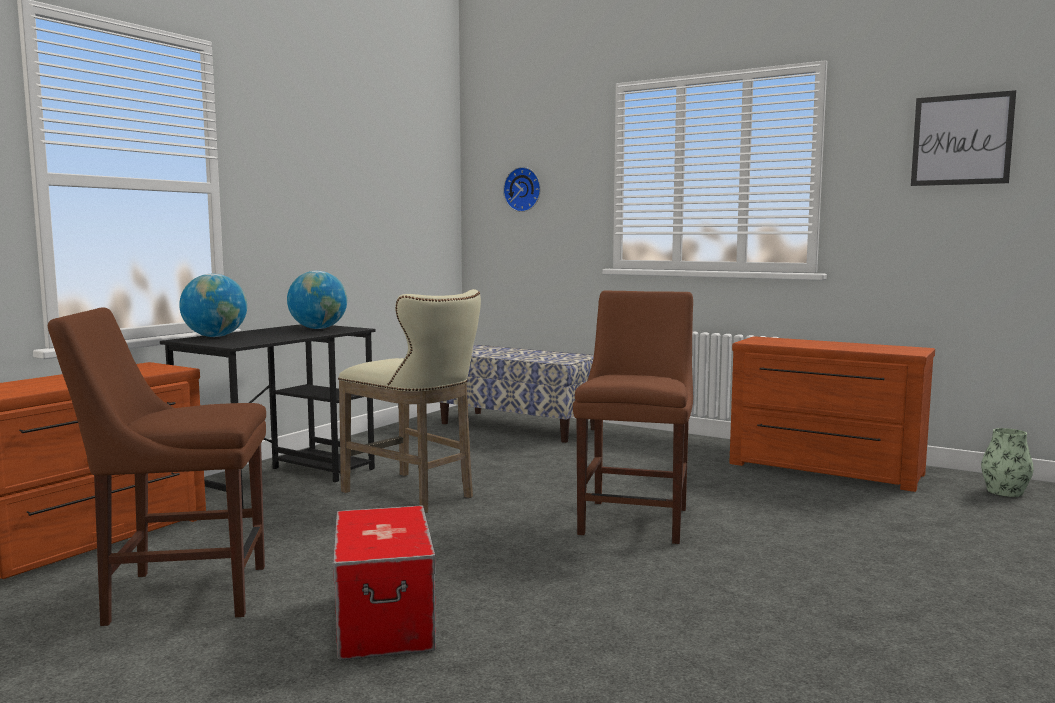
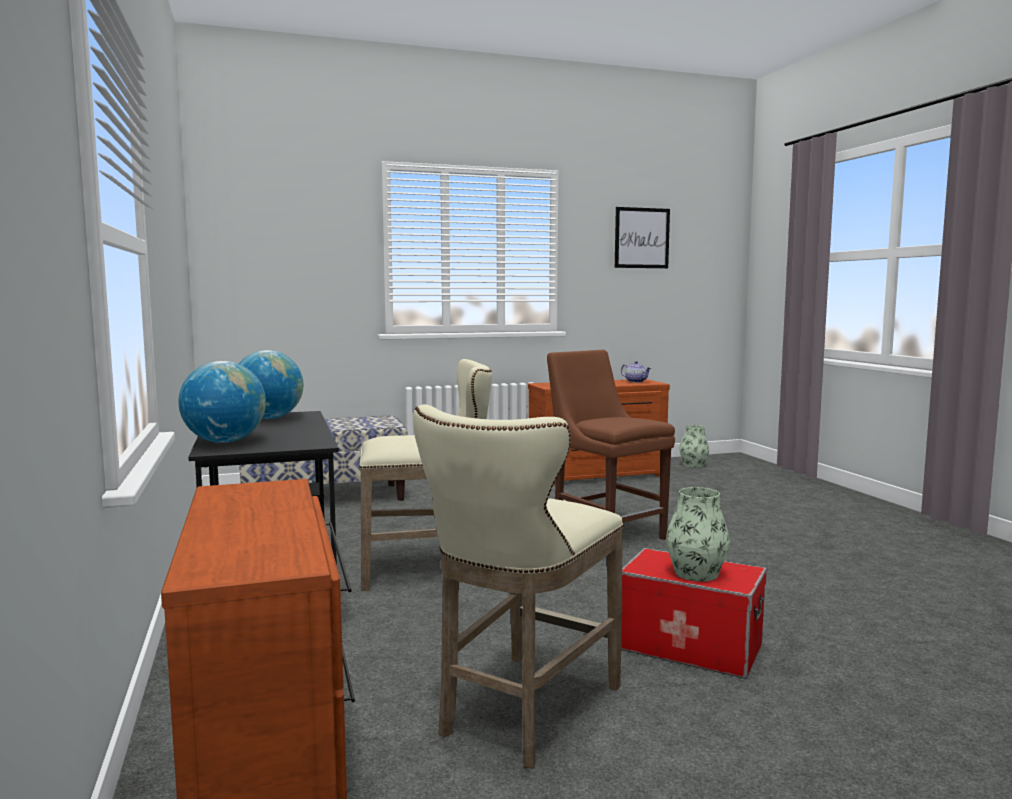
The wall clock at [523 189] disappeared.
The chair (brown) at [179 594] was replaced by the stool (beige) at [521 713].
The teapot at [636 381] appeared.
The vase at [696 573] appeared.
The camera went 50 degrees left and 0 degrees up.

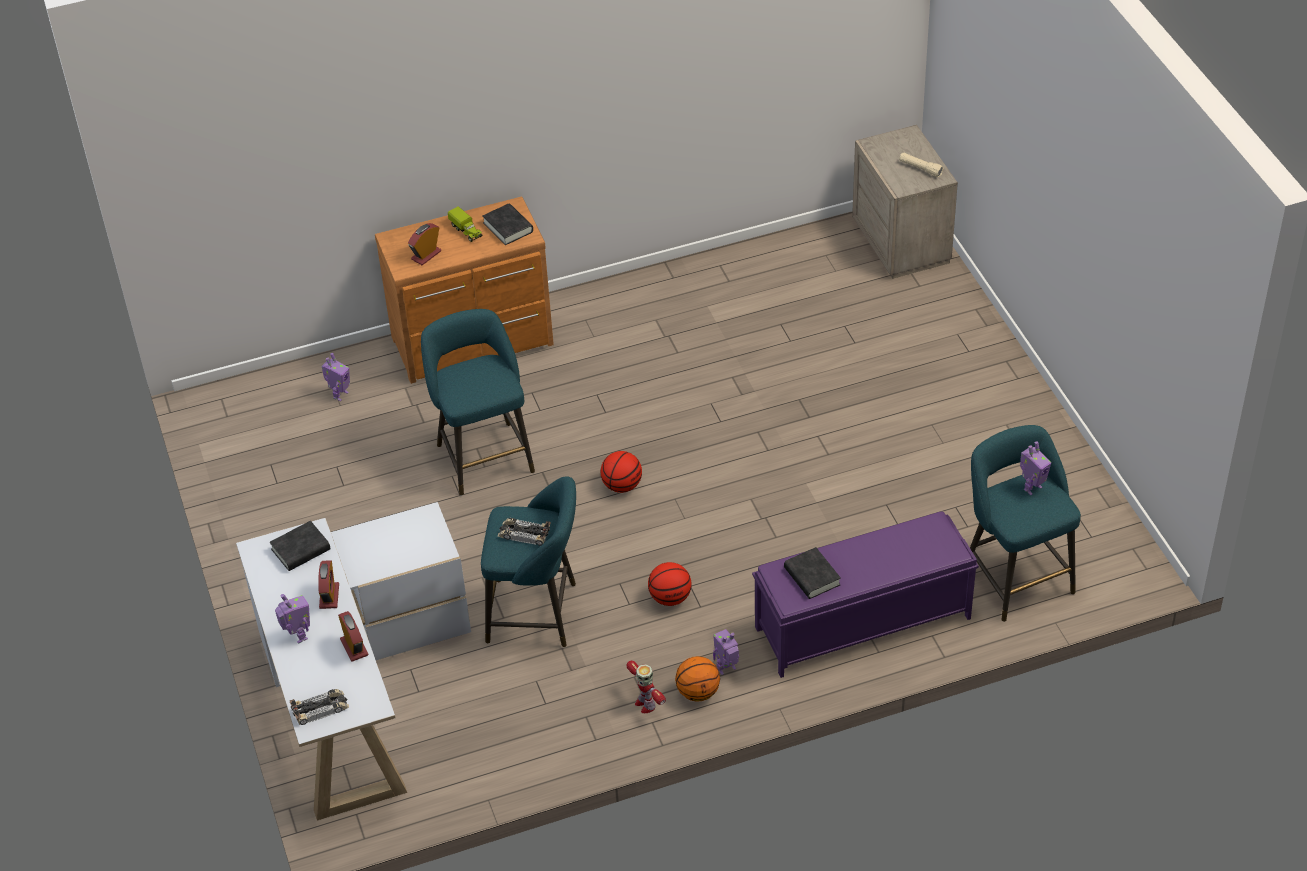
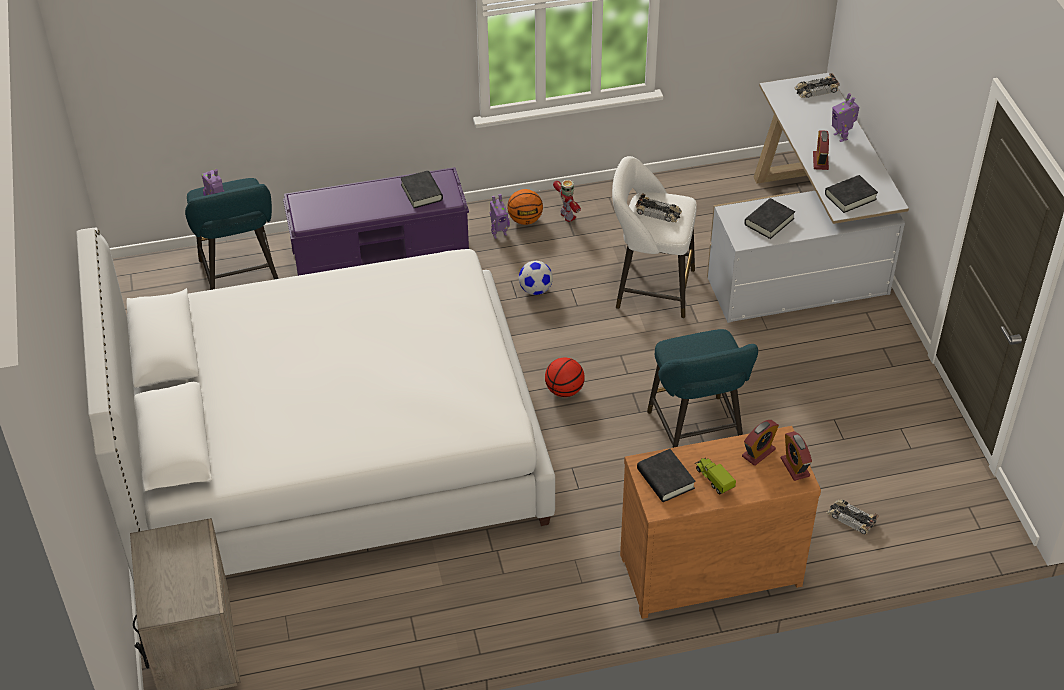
The flashlight (beige) at [920 169] disappeared.
The toy robot at [340 395] was replaced by the toy car at [851 518].
The stool (turquoise) at [537 613] became the stool (white) at [649 288].
The basketball at [670 597] was replaced by the football at [535 290].
The alarm clock moved from [354 647] to [795 467].
The book (black) at [769 221] appeared.
The bed (white) at [329 454] appeared.
The camera went 175 degrees left and 0 degrees up.

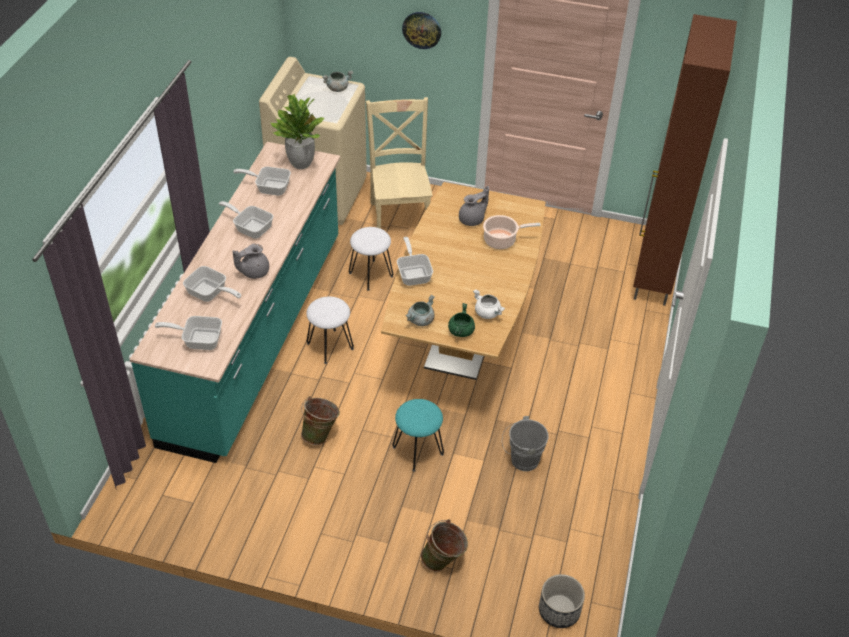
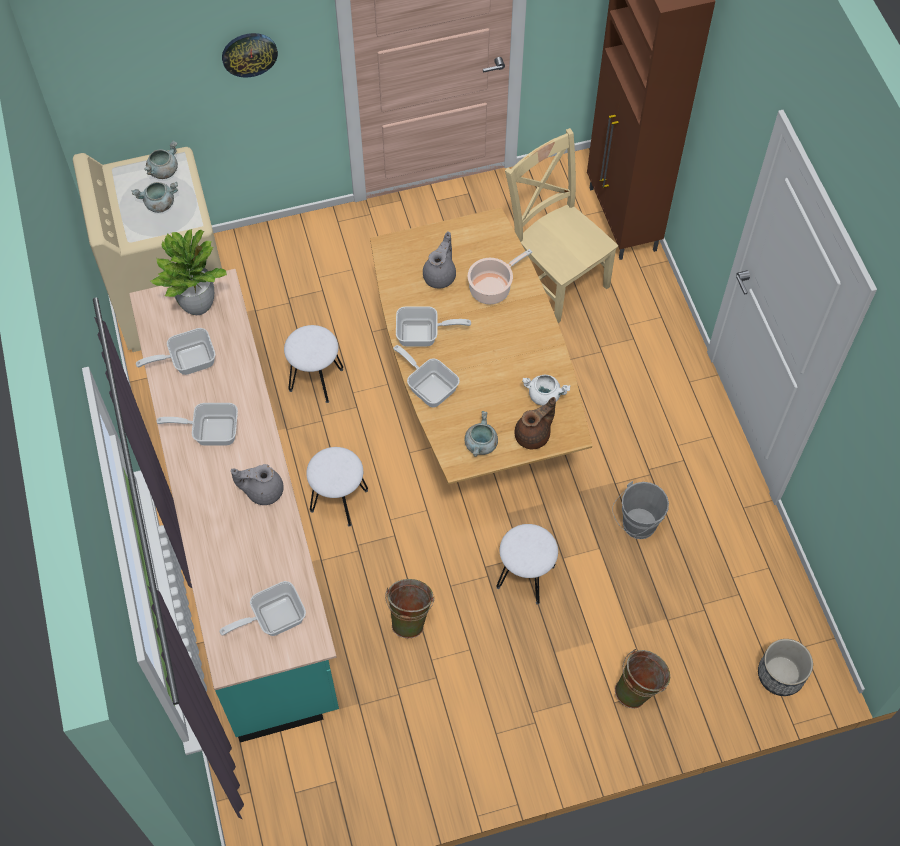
The chair (beige) moved from [400 216] to [555 277].
The teapot (grey) at [253 272] turned 60 degrees clockwise.
The frying pan moved from [210 294] to [423 335].
The cooking pot (green) at [461 332] was replaced by the teapot (brown) at [534 435].
The stool (turquoise) at [417 451] became the stool (white) at [525 577].
The cooking pot (grey) at [159 204] appeared.
The camera went 30 degrees left and 15 degrees up.

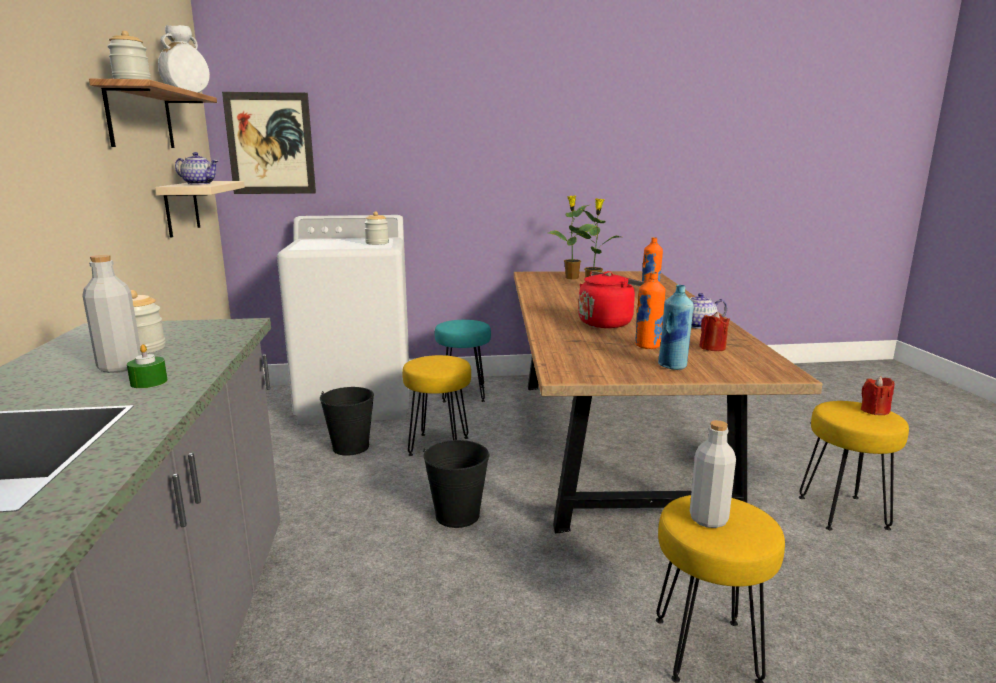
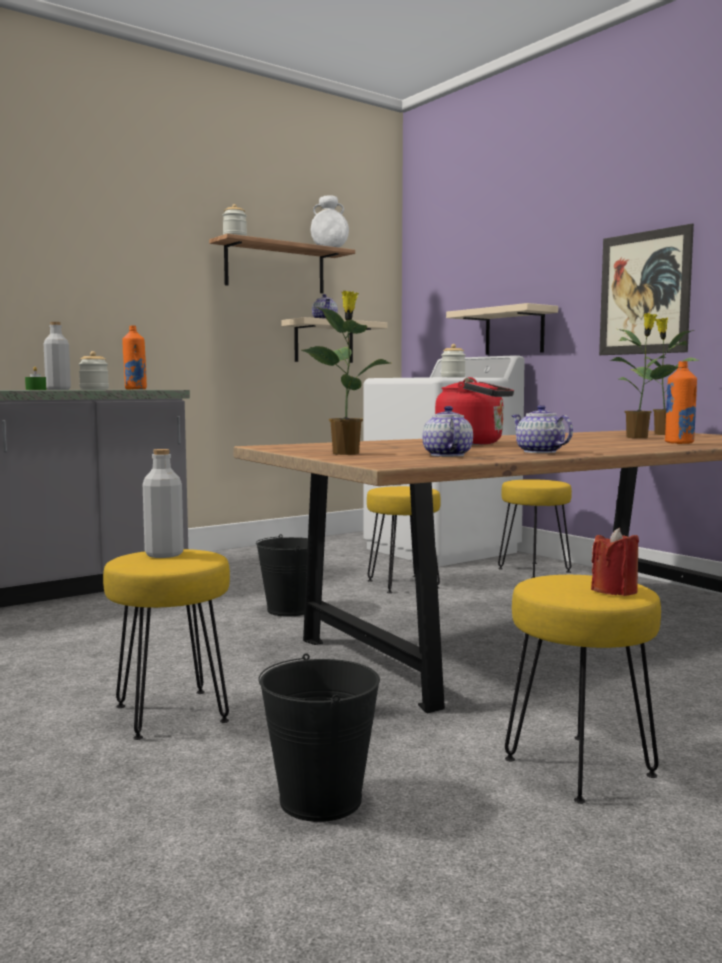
The picture moved from [270 144] to [644 293].
The bottle (orange) moved from [647 346] to [135 389].
The bottle (blue) at [673 366] was replaced by the potted plant at [346 453].
The candle (red) at [712 348] was replaced by the teapot at [446 455].
The stool (turquoise) at [463 394] became the stool (yellow) at [534 570].
The bucket (black) moved from [350 447] to [321 799].
The shelf (beige) at [514 331] appeared.
The camera went 60 degrees right and 10 degrees down.

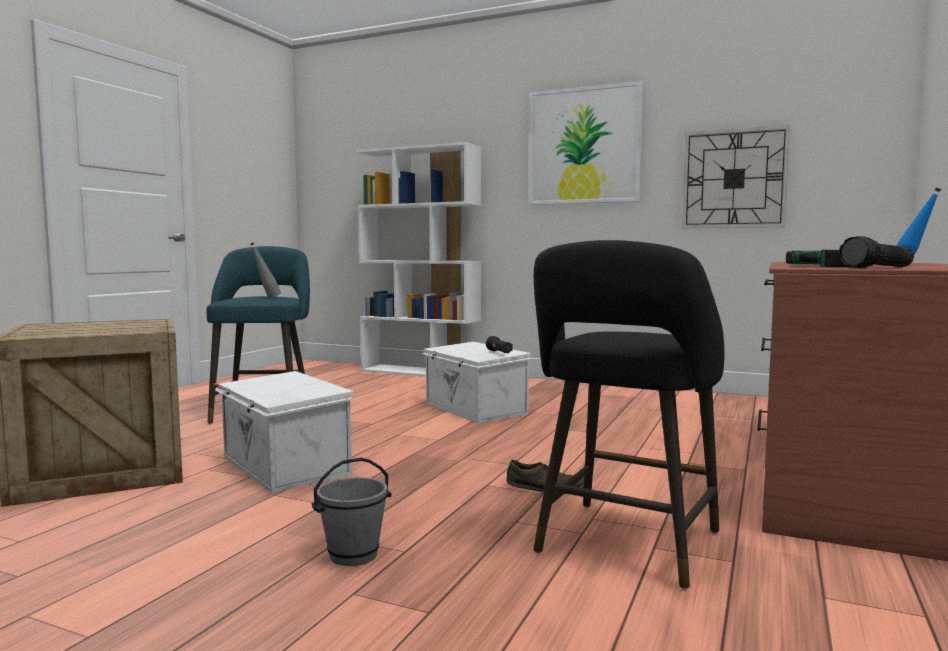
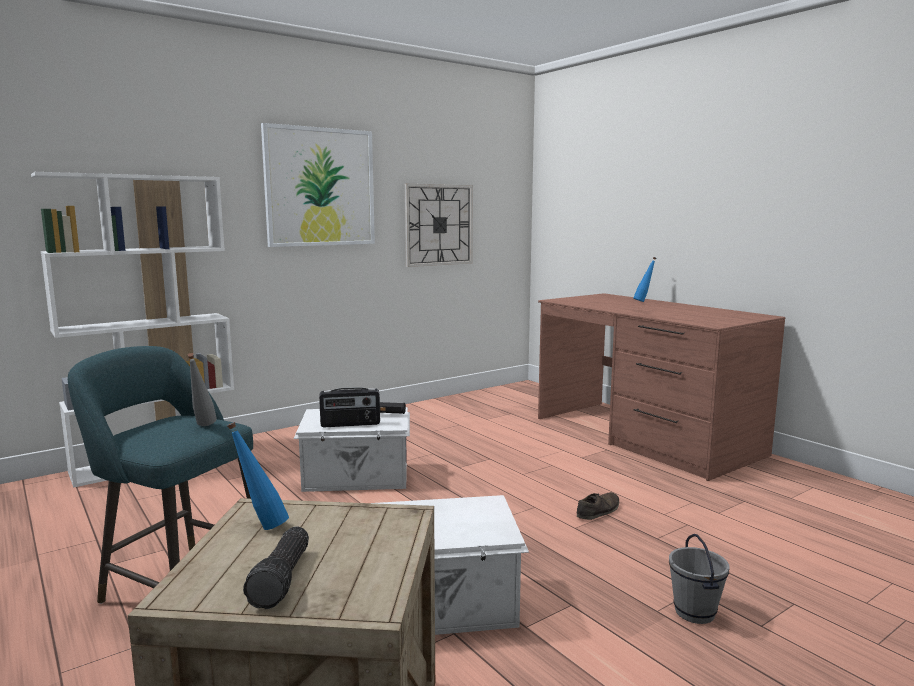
The flashlight moved from [879 267] to [284 579].
The stool (black) at [625 547] disappeared.
The power drill at [841 266] disappeared.
The radio at [350 424] appeared.
The bottle (blue) at [261 526] appeared.
The camera went 60 degrees left and 5 degrees up.

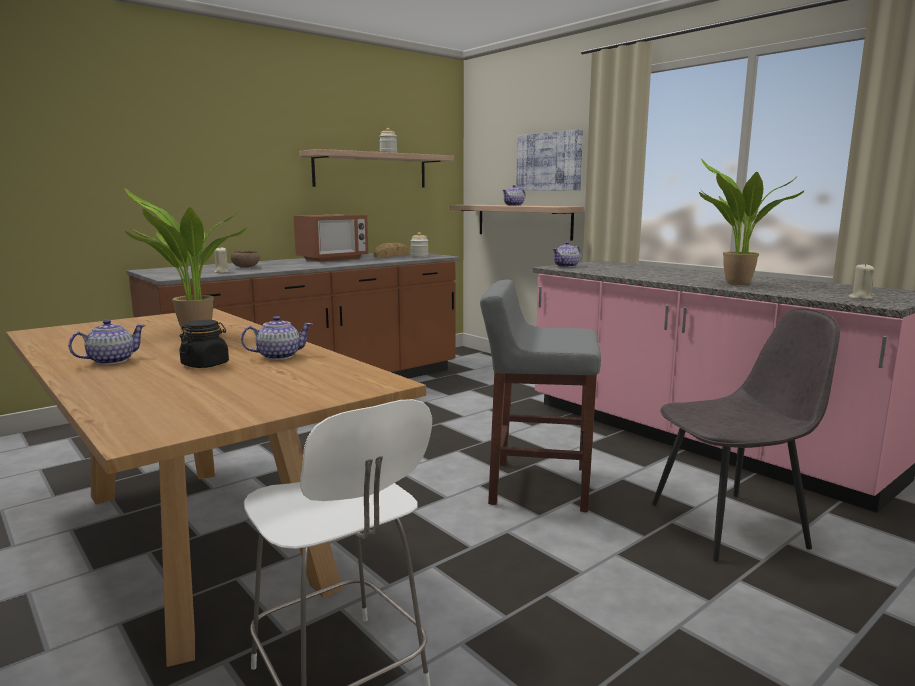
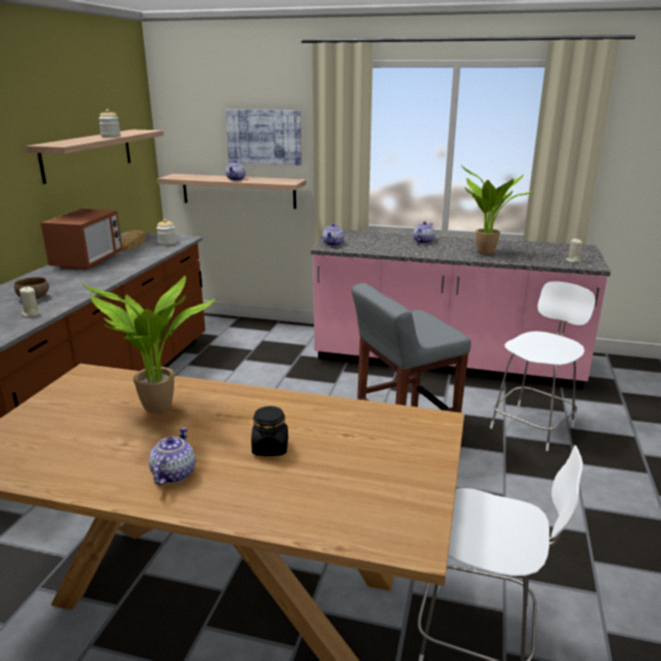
The chair (grey) at [730 525] was replaced by the stool (white) at [533 425].
The teapot moved from [278 356] to [423 242].
The camera went 35 degrees left and 10 degrees up.

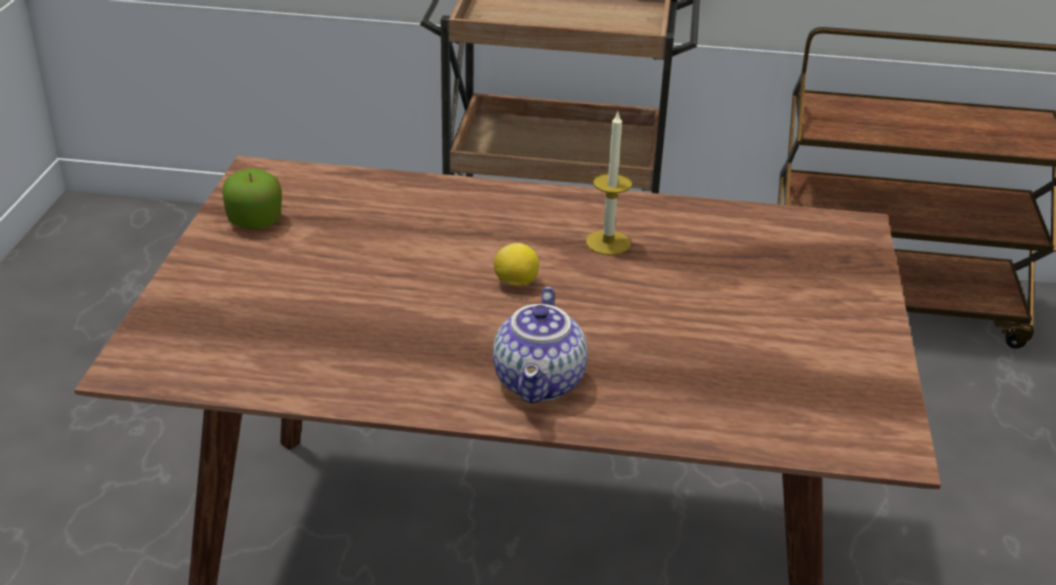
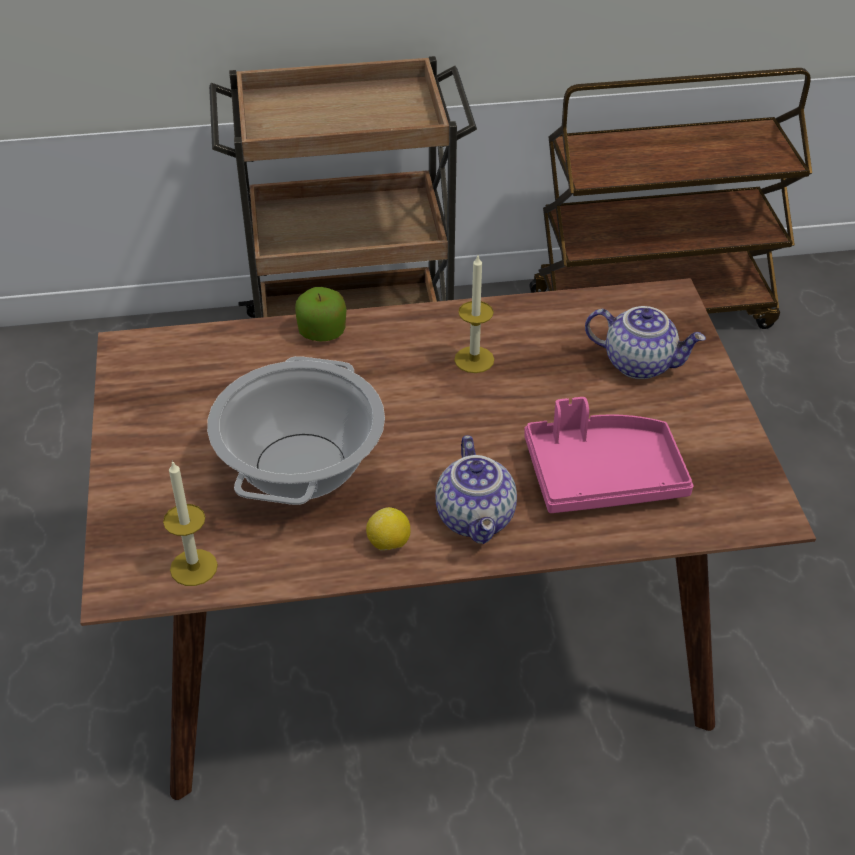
The apple moved from [255 221] to [322 332].
The lemon moved from [515 283] to [388 544].
The teapot at [640 363] appeared.
The cooking pot at [301 468] appeared.
The tray (pink) at [602 476] appeared.
The candle at [193 567] appeared.
The camera went 15 degrees left and 10 degrees up.

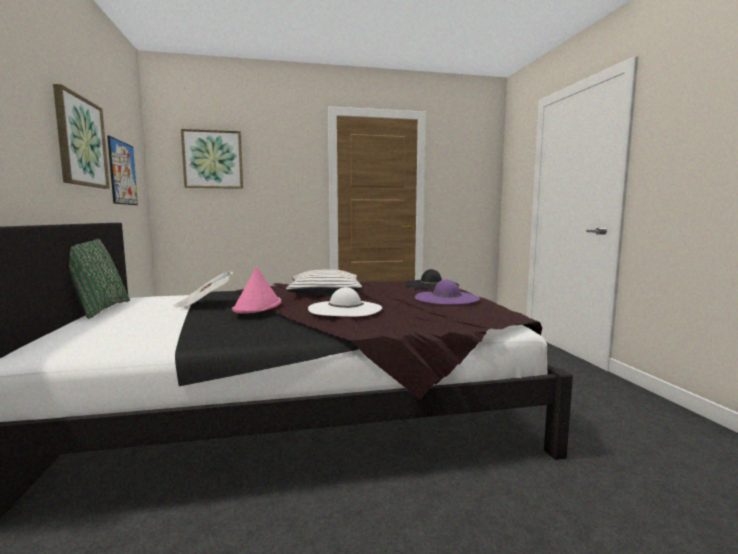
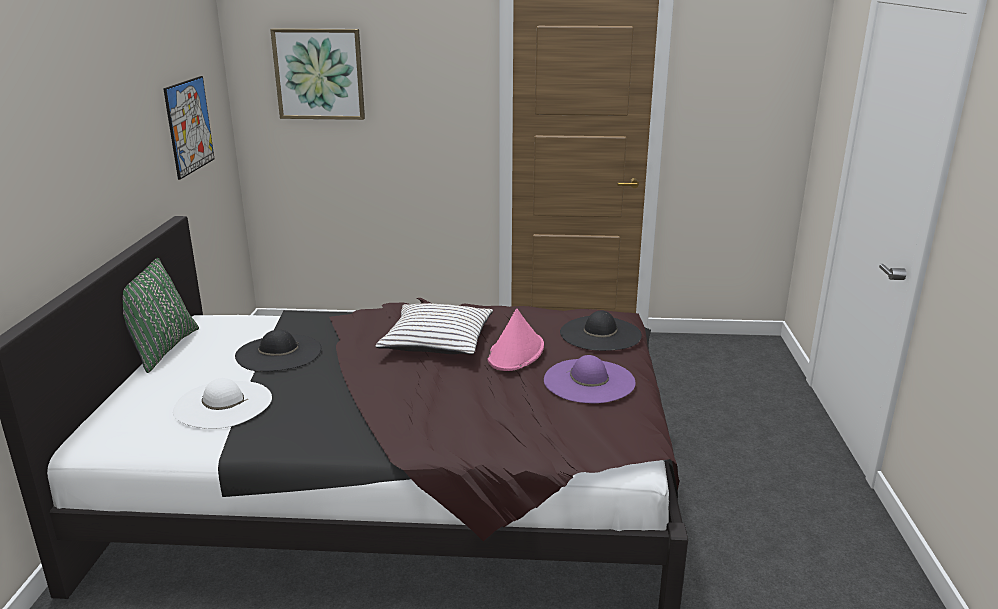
The picture at [80 142] disappeared.
The hat (pink) moved from [258 306] to [516 353].
The newspaper at [204 304] was replaced by the hat (black) at [278 353].
The hat (white) moved from [345 309] to [223 404].
The camera went 15 degrees right and 15 degrees up.

